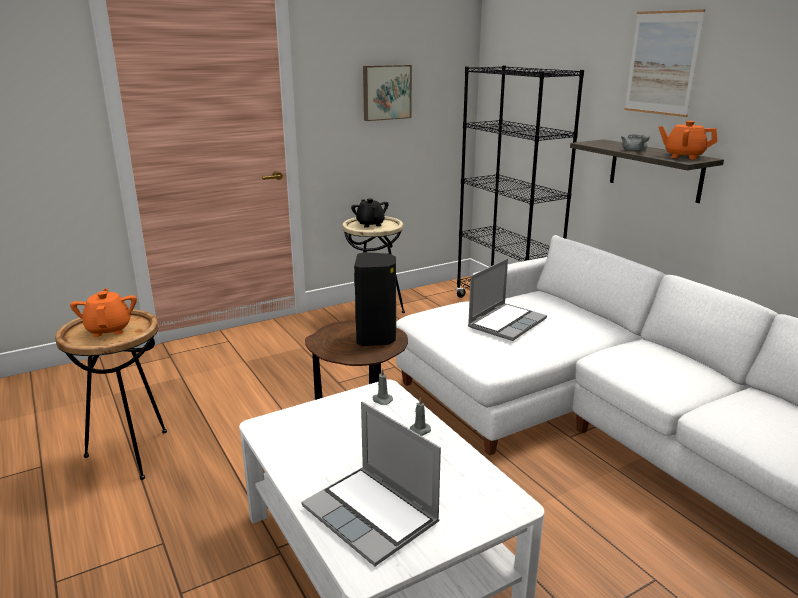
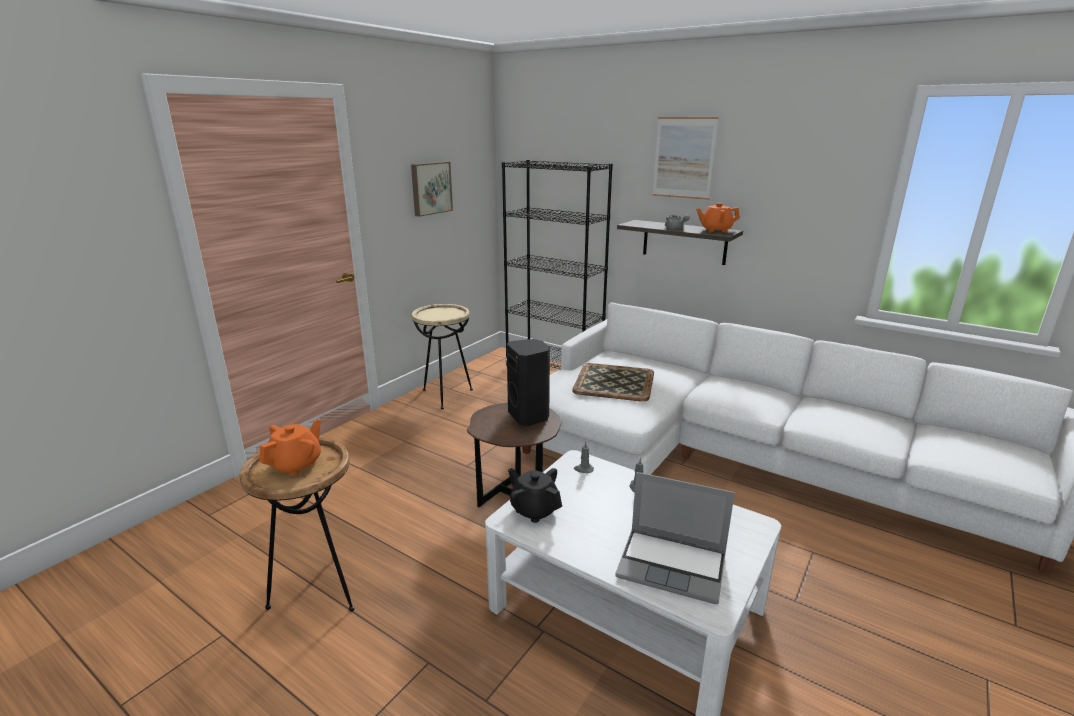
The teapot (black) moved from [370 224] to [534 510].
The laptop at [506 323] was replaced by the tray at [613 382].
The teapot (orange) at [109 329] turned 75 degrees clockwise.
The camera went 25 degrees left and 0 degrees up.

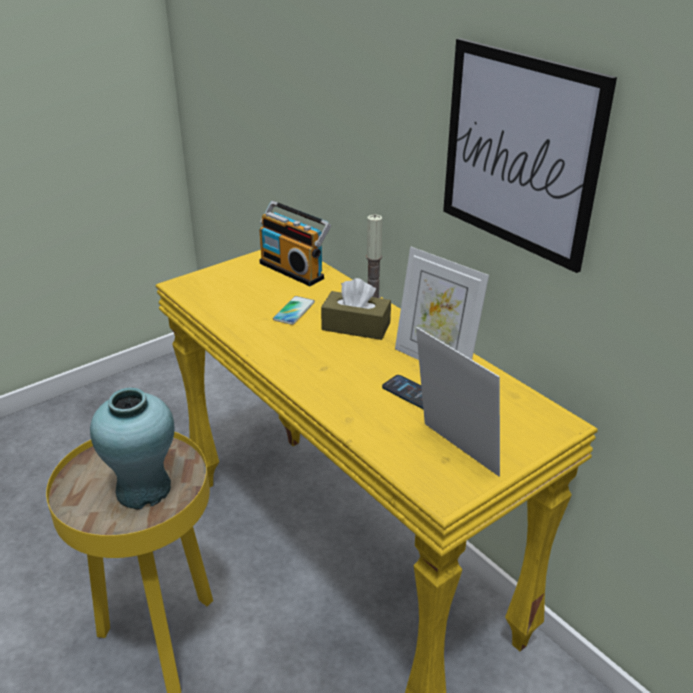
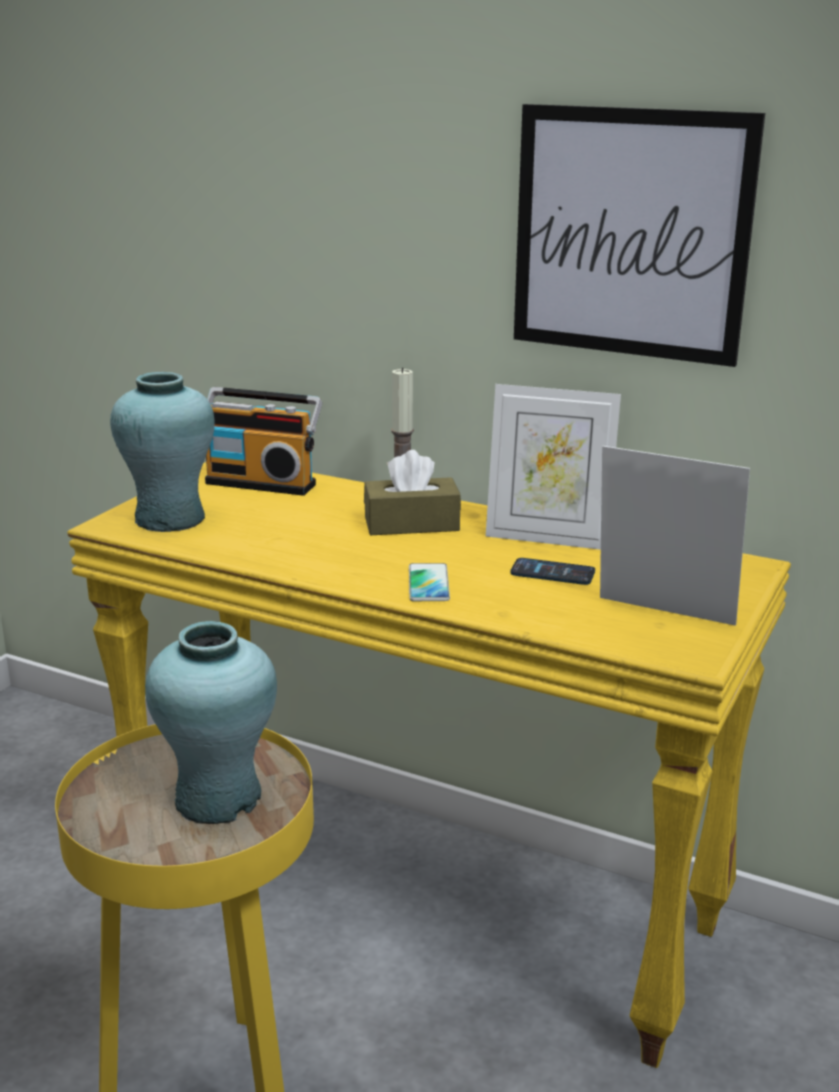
The phone moved from [294 311] to [428 584].
The vase (turquoise) at [169 518] appeared.
The camera went 25 degrees left and 10 degrees down.

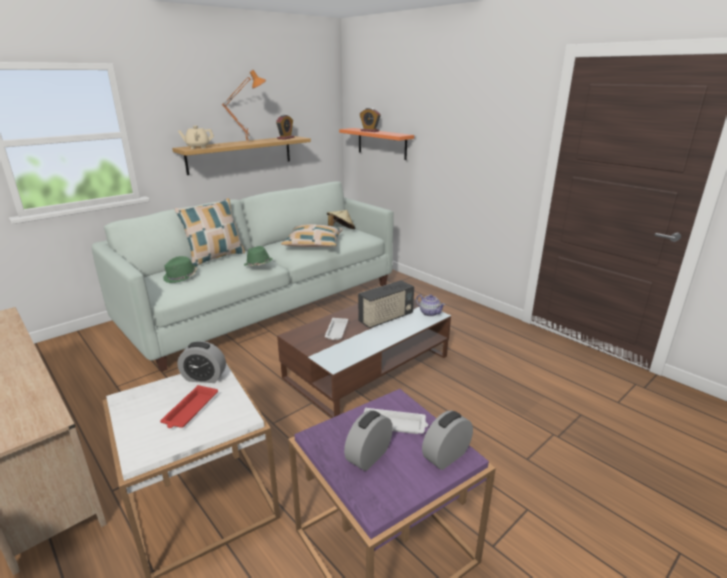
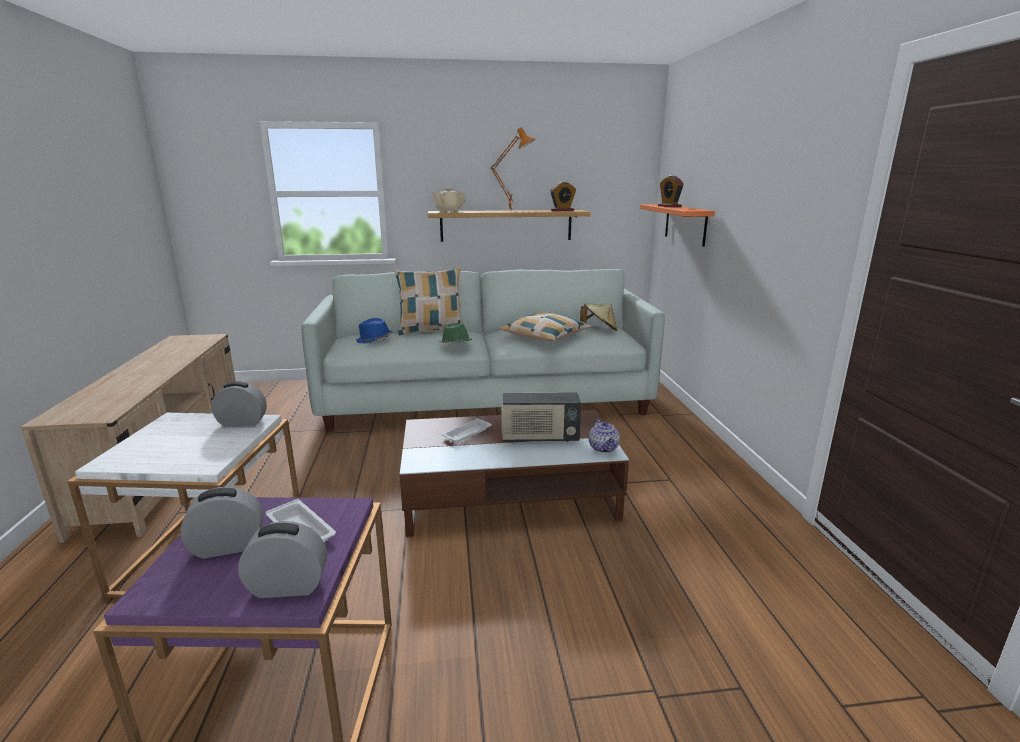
The hat (green) at [181 277] became the hat (blue) at [374 340].
The alarm clock at [204 377] turned 135 degrees clockwise.
The tray (red) at [190 410] disappeared.
The camera went 35 degrees right and 5 degrees down.

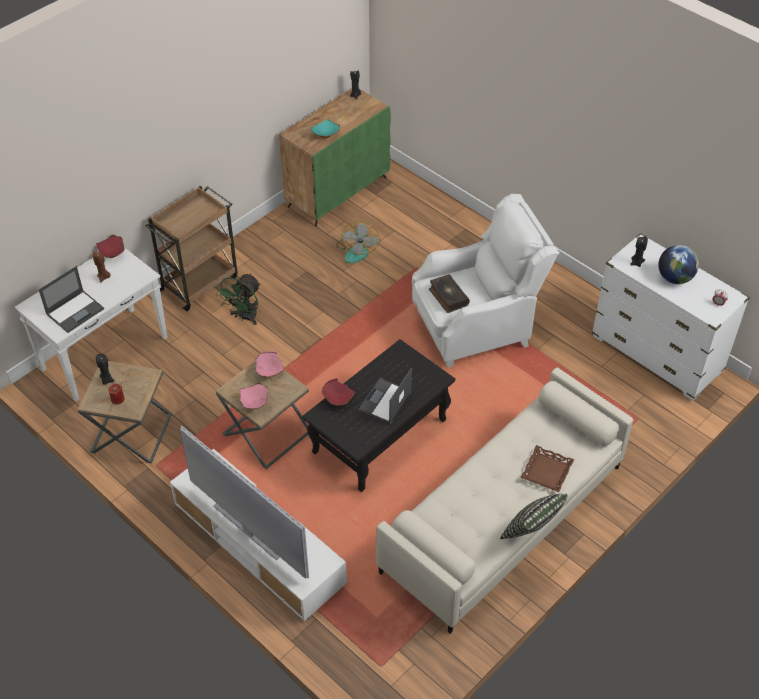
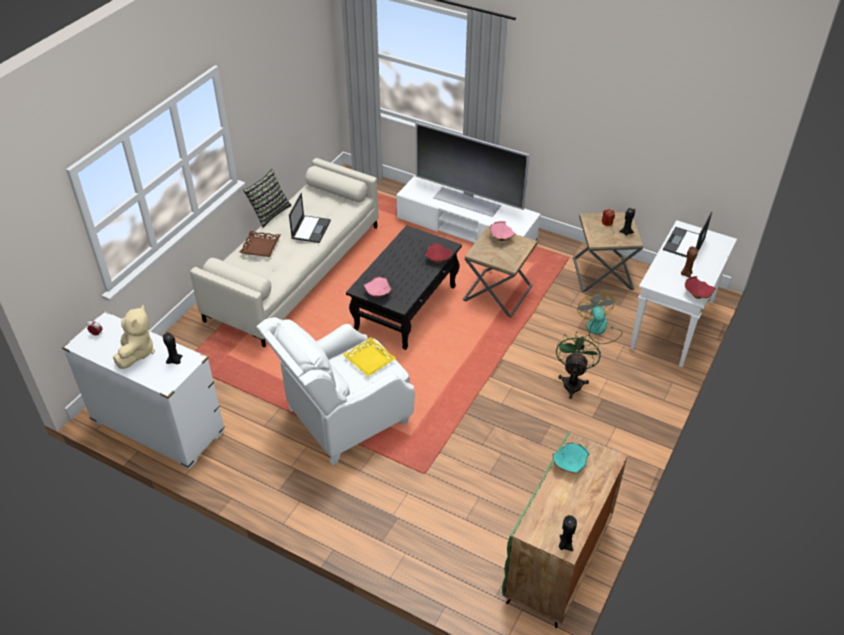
The cart (brown) at [200 282] disappeared.
The fan moved from [357 250] to [599 330].
The globe at [674 278] was replaced by the plush toy (beige) at [136 352].
The book at [448 297] was replaced by the tray (yellow) at [370 360].
The bowl (pink) moved from [269 371] to [378 294].
The laptop moved from [385 402] to [311 229].
The camera went 165 degrees right and 5 degrees down.

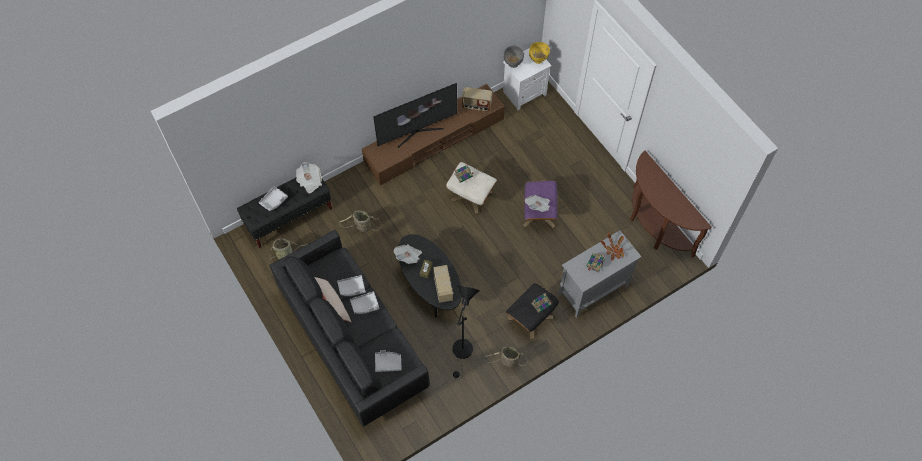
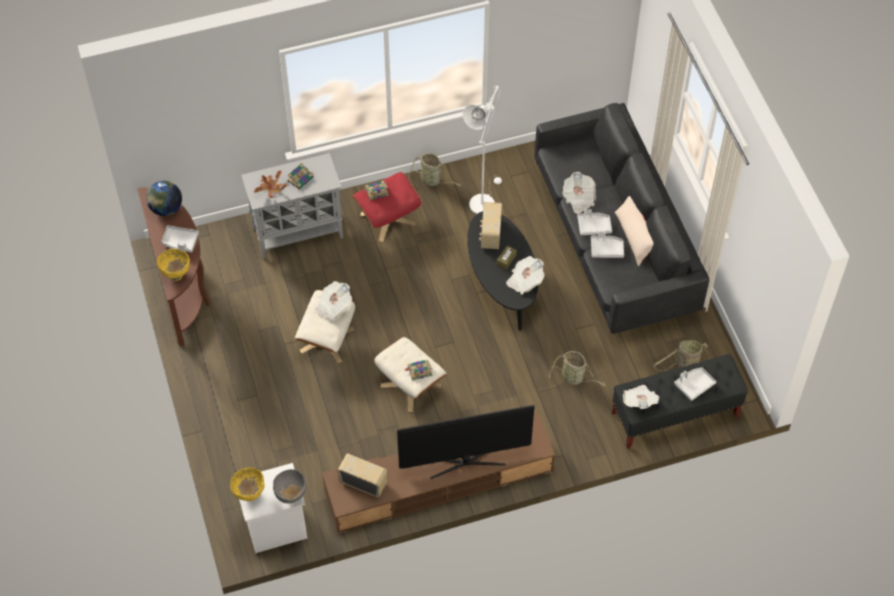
The ottoman (purple) at [539 213] became the ottoman (beige) at [326 340].
The ottoman (black) at [530 318] became the ottoman (red) at [387 219].
The floor lamp (black) at [462 353] became the floor lamp (white) at [483 200].
The tray (grey) moved from [388 363] to [180 242].
The newspaper at [578 199] appeared.
The globe at [166 208] appeared.
The bowl (yellow) at [176 274] appeared.
The camera went 165 degrees left and 5 degrees down.

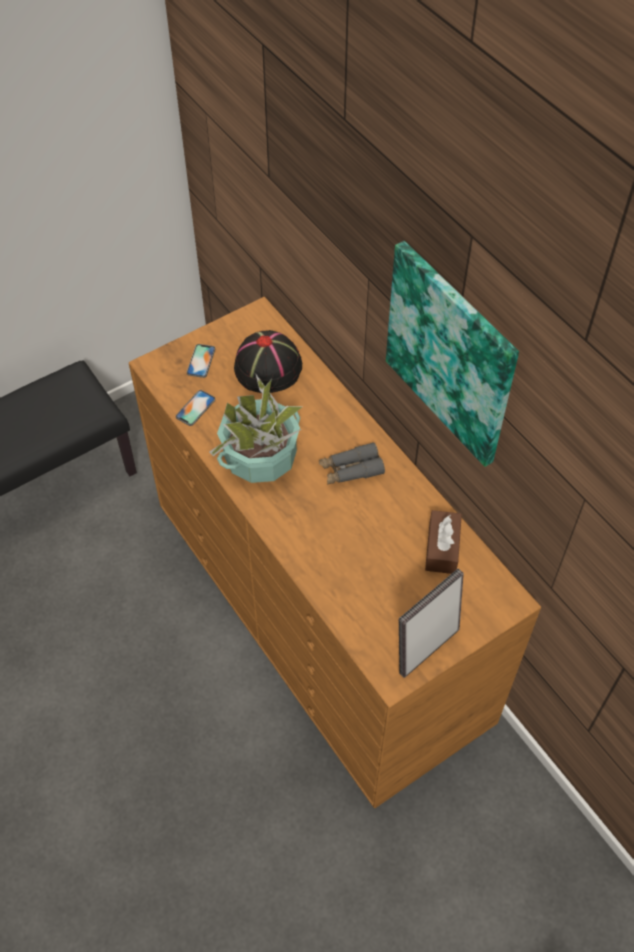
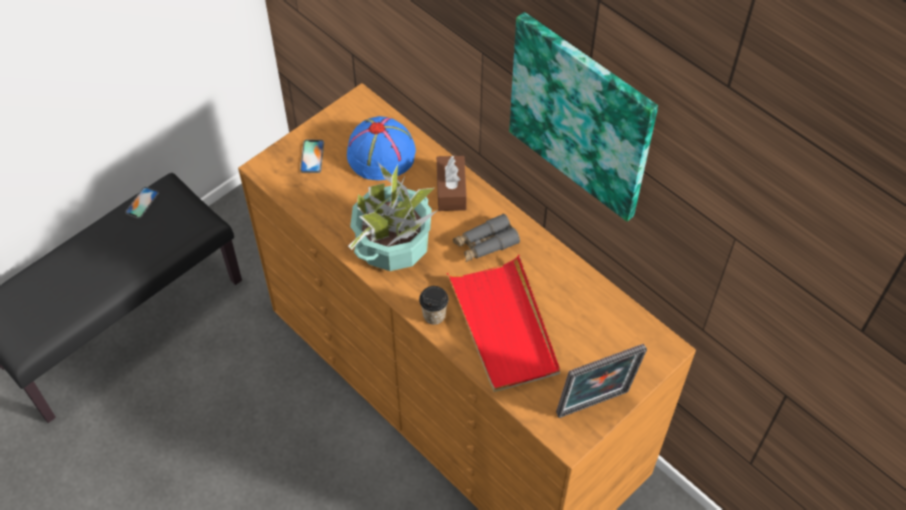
The hat (black) at [268 367] became the hat (blue) at [381 154].
The phone moved from [195 408] to [142 203].
The tissue box (brown) moved from [442 548] to [451 190].
The picture frame at [425 648] turned 150 degrees counterclockwise.
The tray (red) at [504 326] appeared.
The cup at [434 315] appeared.
The camera went 10 degrees left and 0 degrees up.

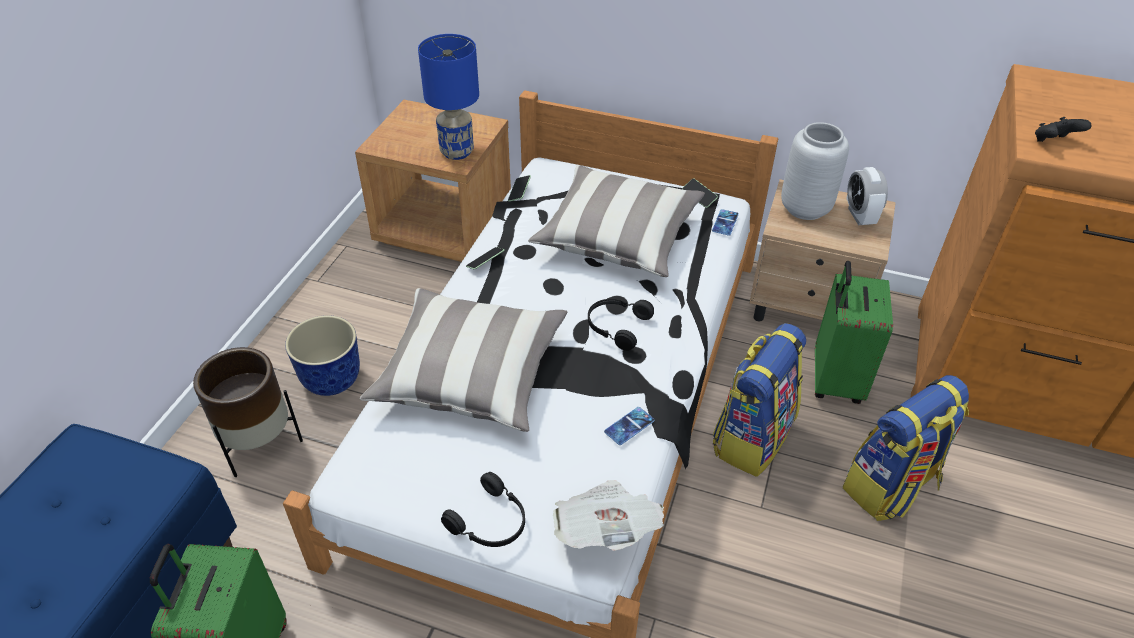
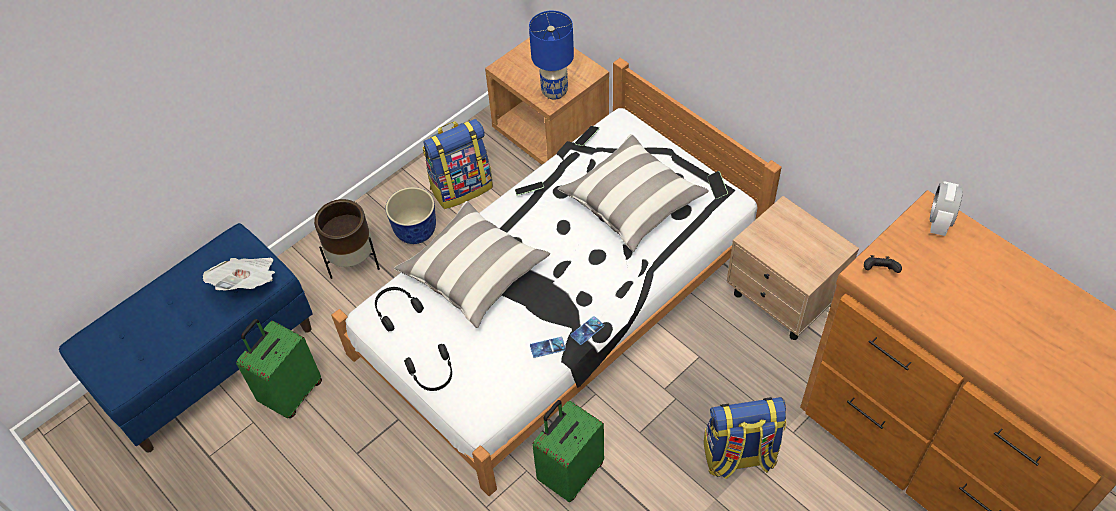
The vase (grey) at [805 209] disappeared.
The alarm clock moved from [860 216] to [939 222].
The phone moved from [725 222] to [587 330].
The suitcase (green) moved from [834 380] to [570 473].
The headphones (black) moved from [616 327] to [396 309].
The backpack moved from [751 437] to [461 187].
The newspaper moved from [605 530] to [247 283].
The camera went 30 degrees right and 10 degrees up.

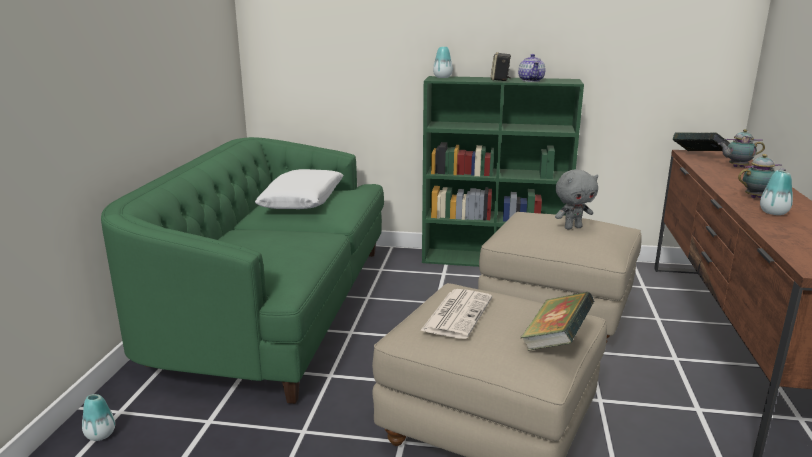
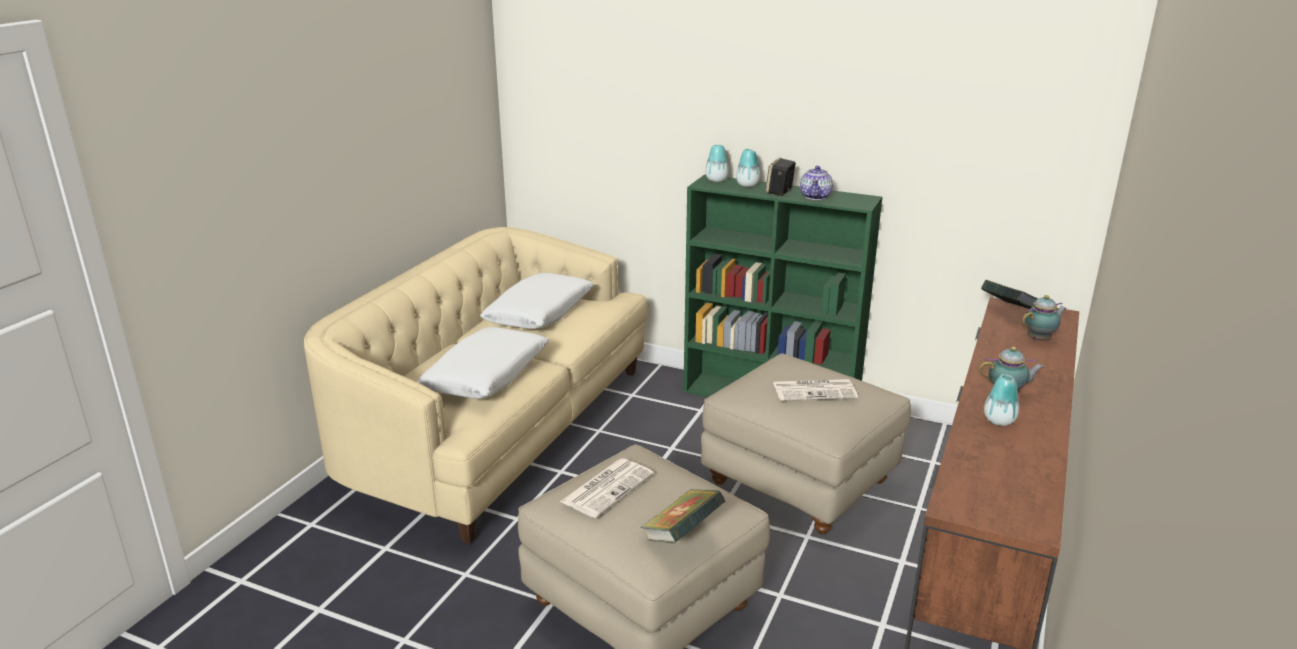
The teapot at [736 167] turned 135 degrees clockwise.
The sofa (green) at [275 308] became the sofa (beige) at [497 429].
The plush toy (grey) at [572 227] was replaced by the newspaper at [815 390].
The vase moved from [100 435] to [747 185].
The pillow (white) at [486 375] appeared.
The camera went 15 degrees right and 5 degrees up.

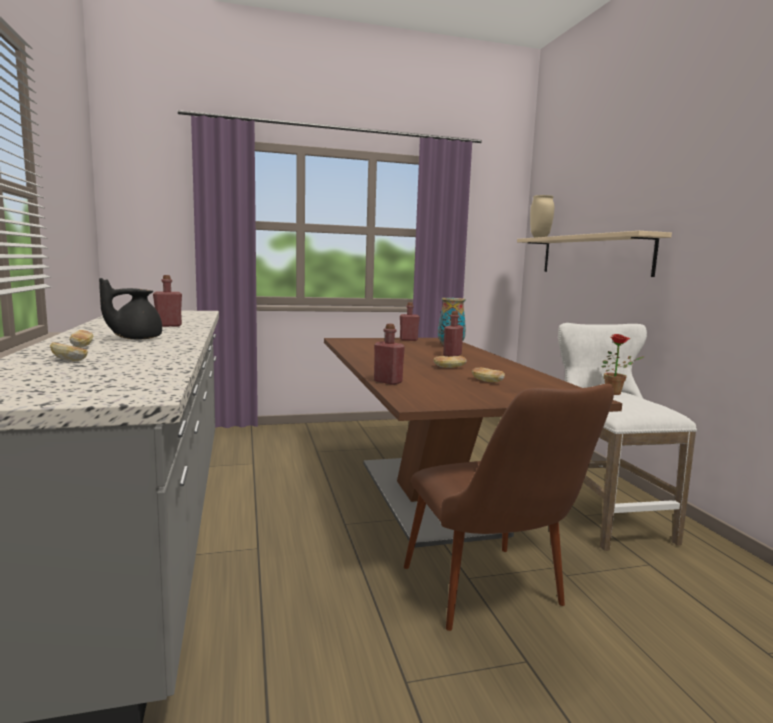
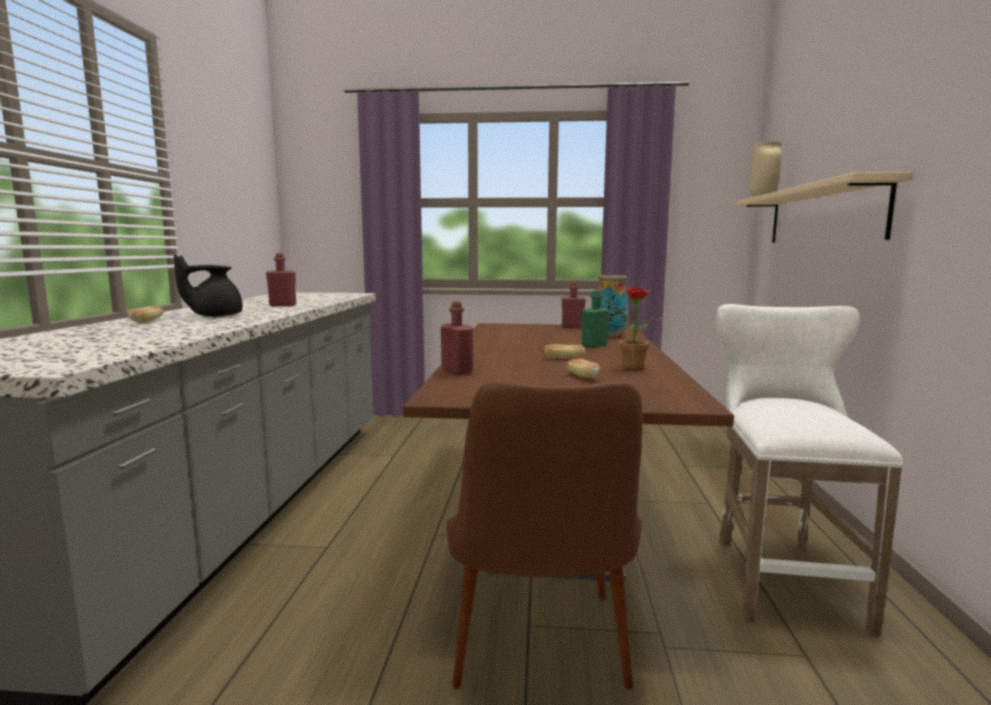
The bottle (red) at [452 355] became the bottle (green) at [594 345].
The potted plant moved from [616 393] to [637 368].
The bread at [69 360] disappeared.
The camera went 20 degrees right and 0 degrees up.

